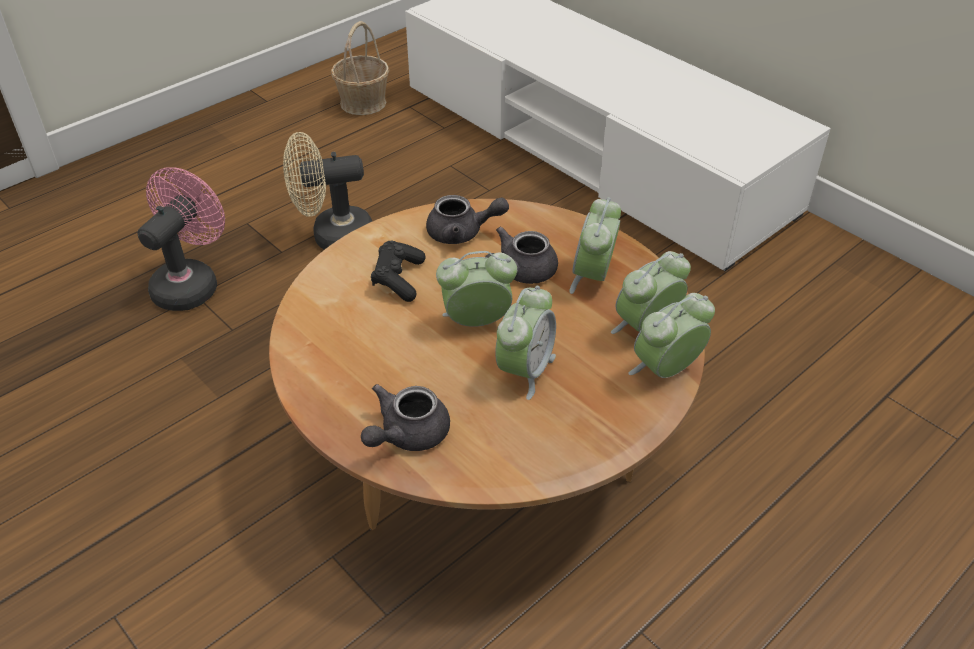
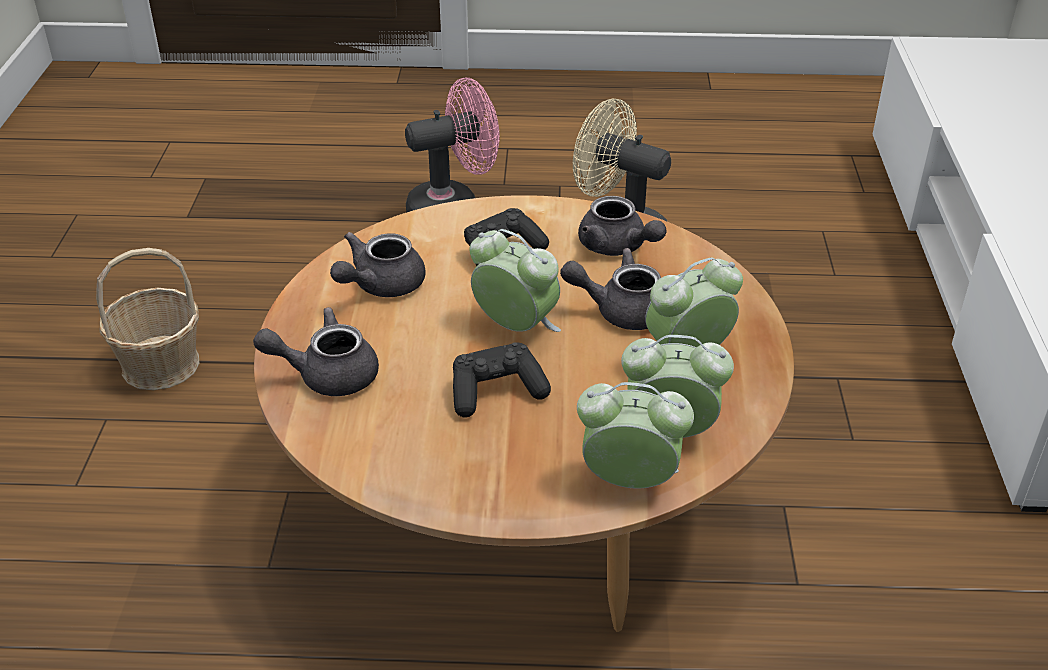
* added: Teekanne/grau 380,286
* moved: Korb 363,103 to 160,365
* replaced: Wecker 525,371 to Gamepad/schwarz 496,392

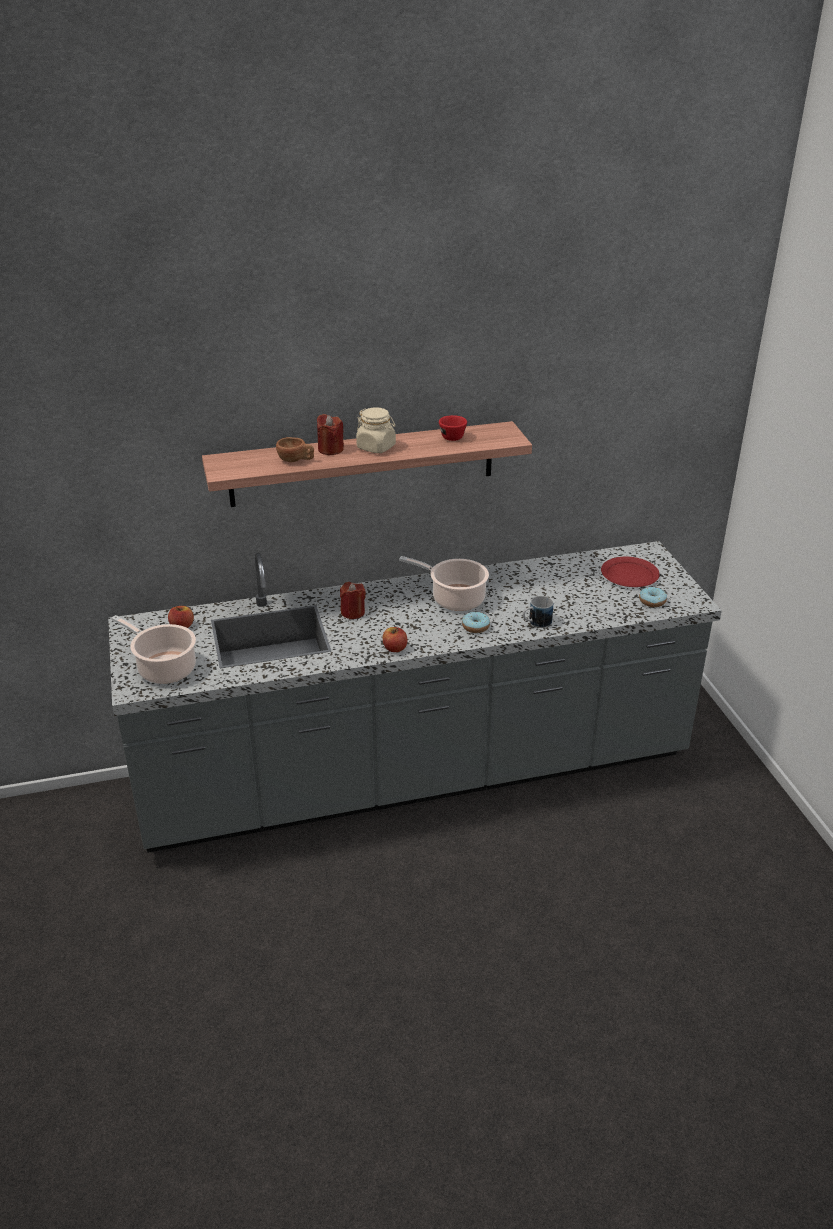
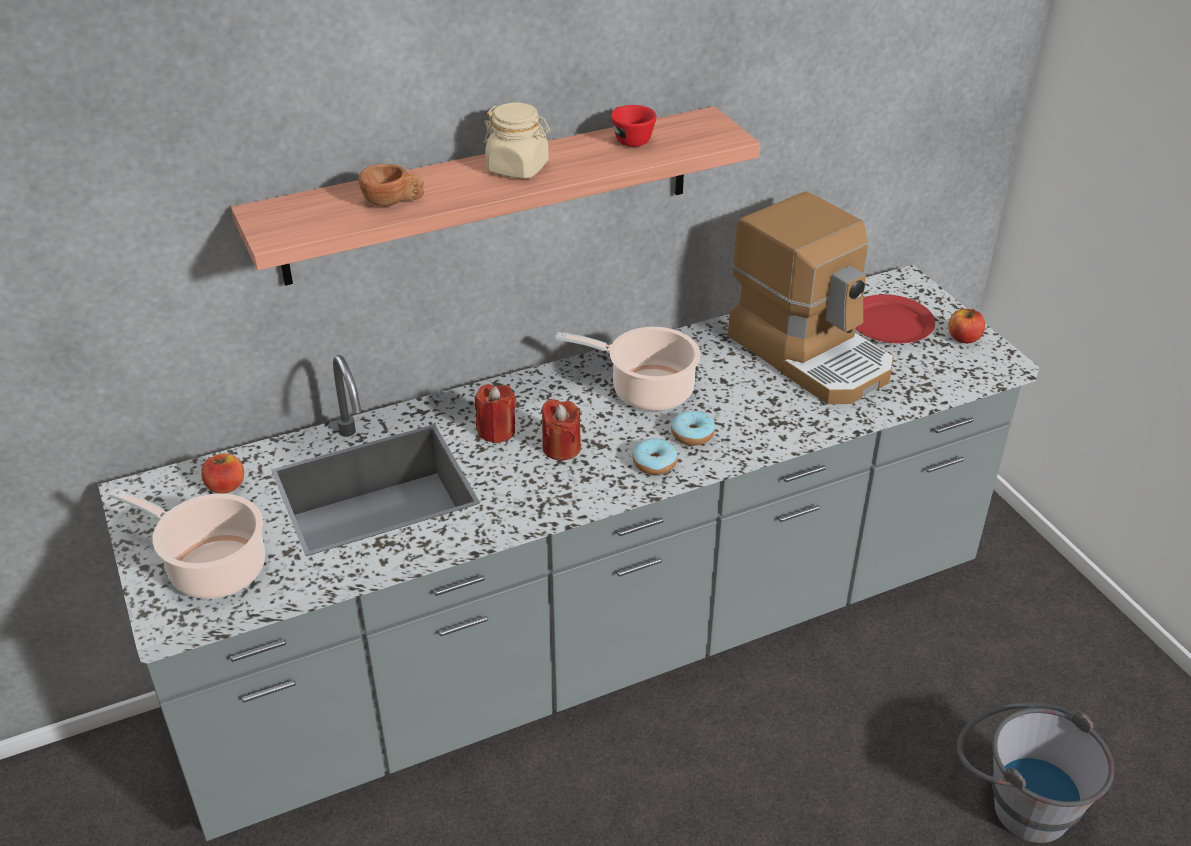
* removed: Henkelbecher 536,623
* added: Kaffeemaschine 811,354
* added: Eimer/grau 1016,800
* moved: Kerze/rot 330,449 to 561,448
* moved: Apfel 394,648 to 963,338
* moved: Donut 652,601 to 654,463

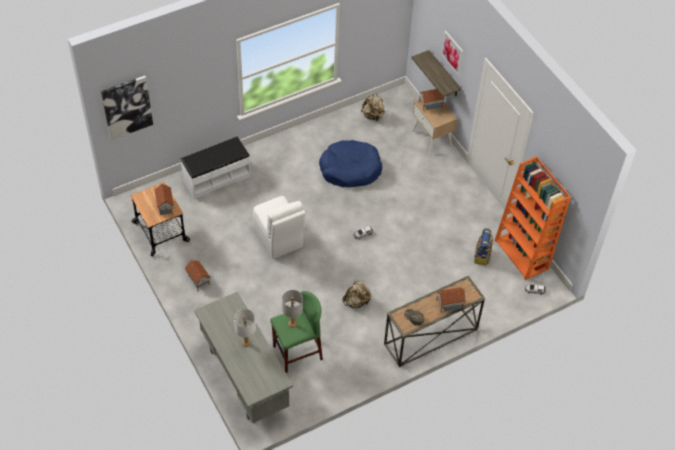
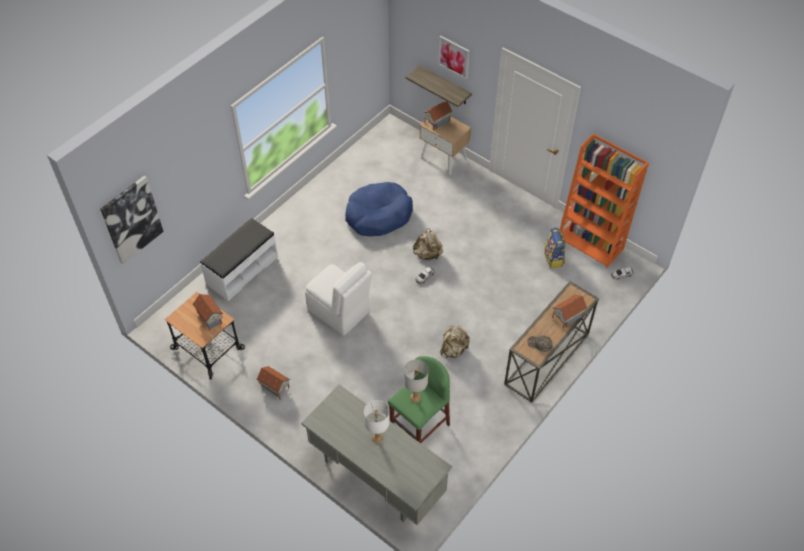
* moved: Rucksack/beige 373,116 to 428,254

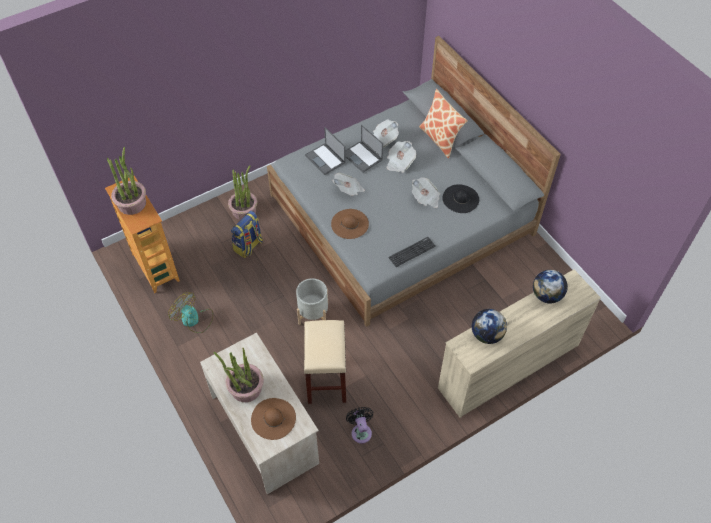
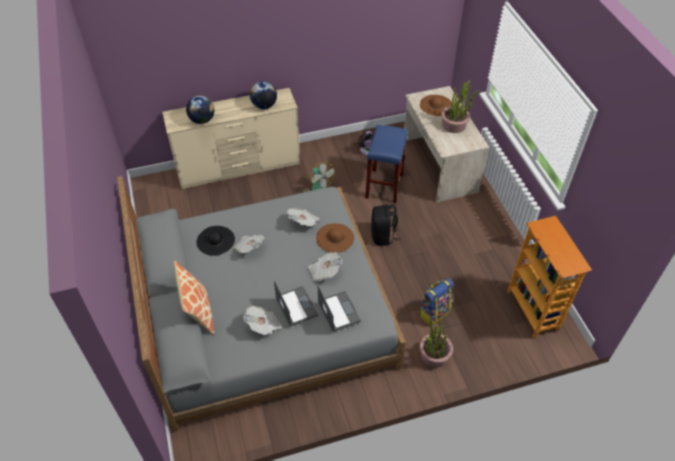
* removed: Topfpflanze 132,203
* removed: Tastatur 412,252
* moved: Ventilator 194,320 to 316,186
* moved: Zeitung 399,162 to 304,222
* replaced: Pflanzkübel/grau 313,313 to Rucksack/schwarz 383,236
* recoloured: Hocker/beige 327,381 to Hocker/blau 384,185

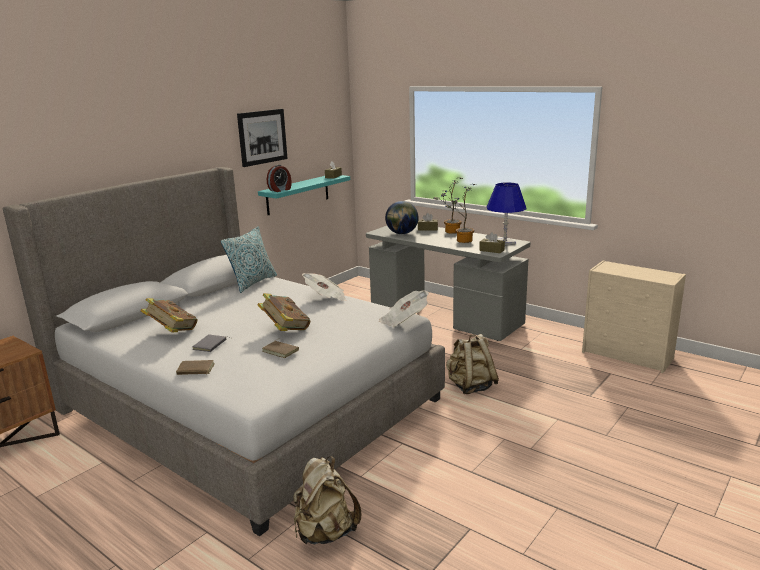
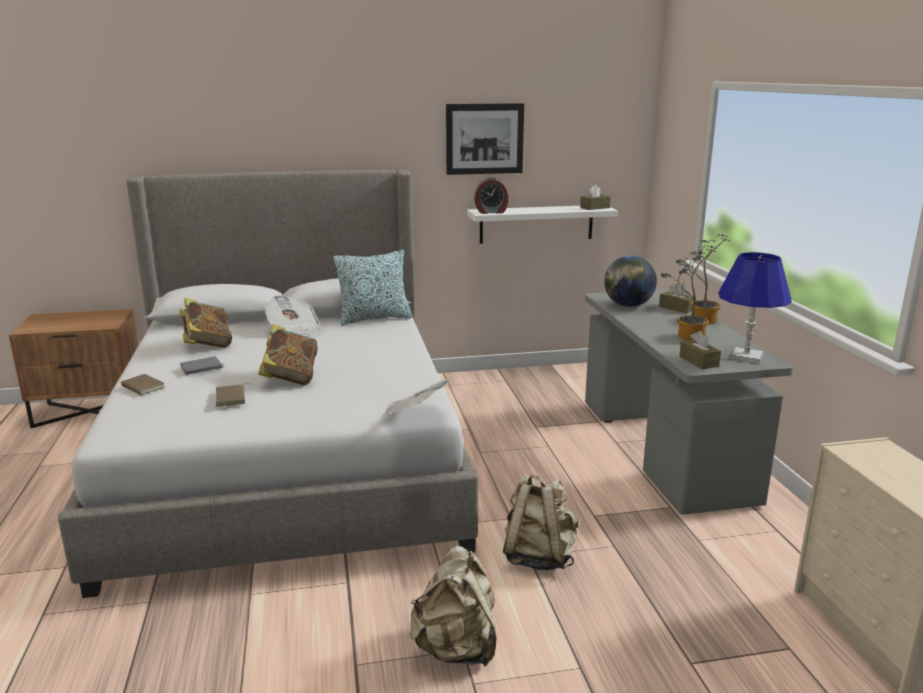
* moved: Rucksack/beige 325,532 to 456,649
* moved: Zeitung 326,298 to 293,331
* recoloured: Wandregal/türkis 298,194 to Wandregal/weiß 536,224

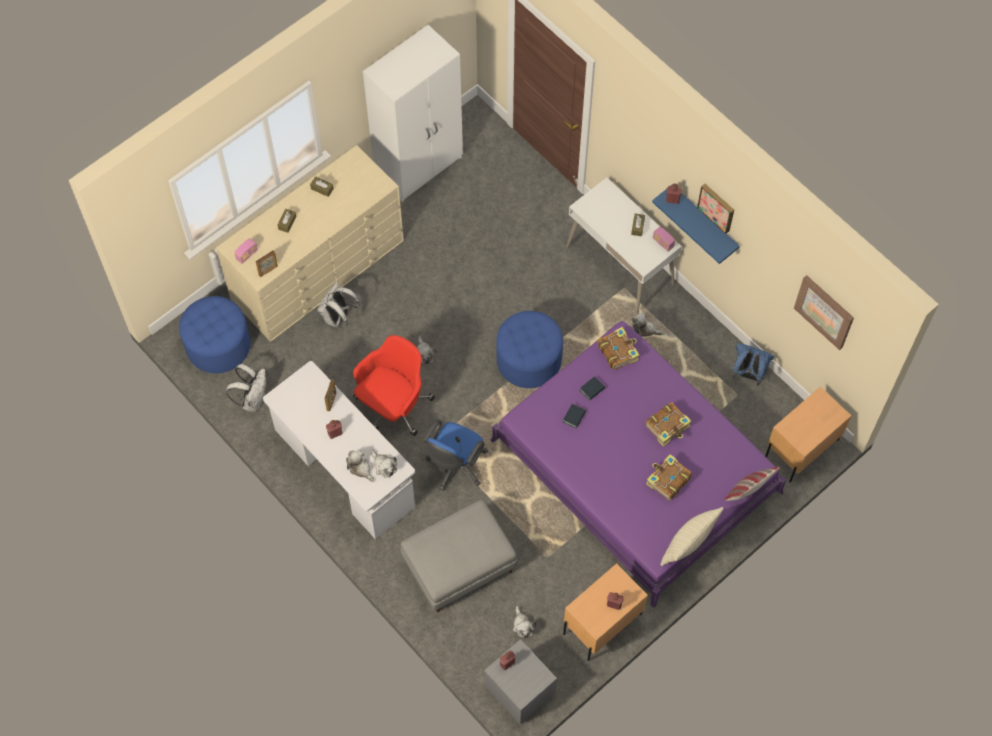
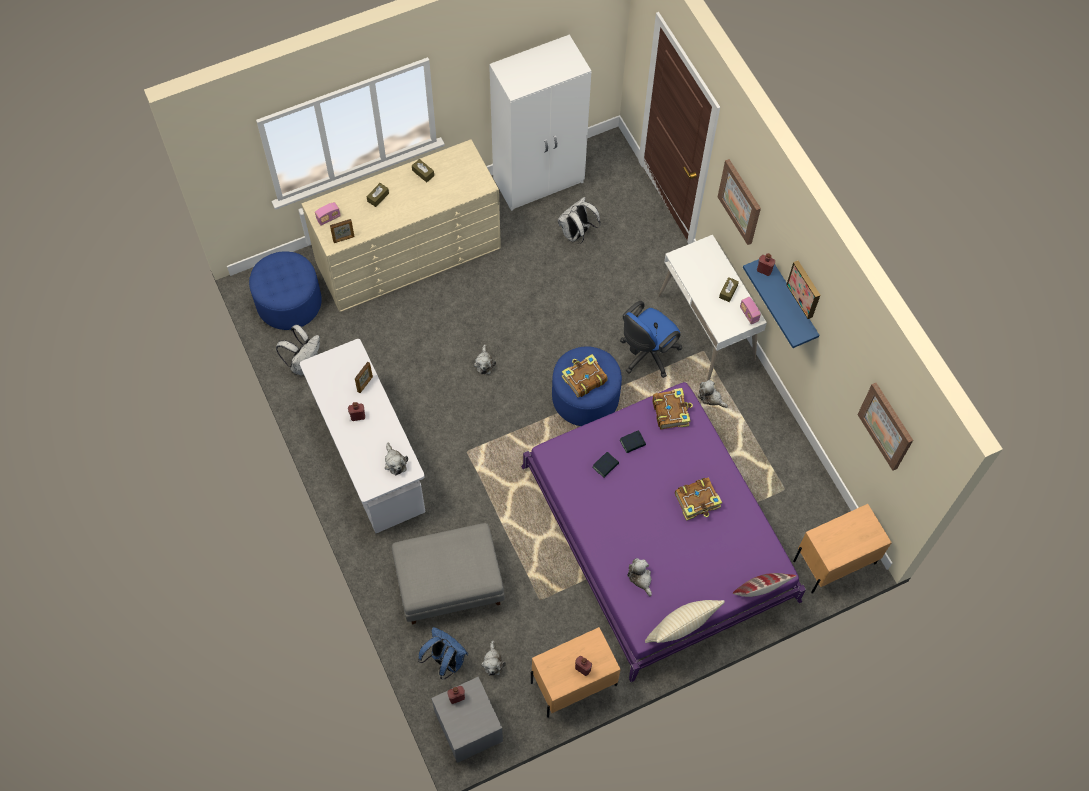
* removed: Bürostuhl/rot 393,406
* added: Bild 740,201
* moved: Rucksack/weiß 338,317 to 576,234
* moved: Plüschtier 360,468 to 640,578
* moved: Bürostuhl/blau 455,466 to 646,355
* moved: Buch 667,480 to 583,379
* moved: Rucksack/blau 748,374 to 445,660

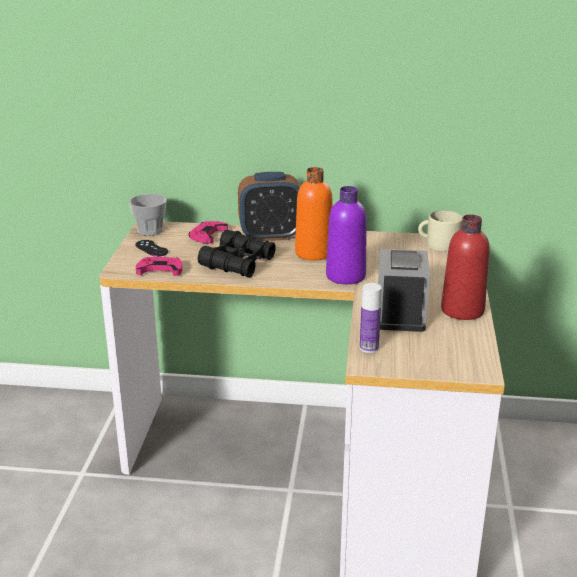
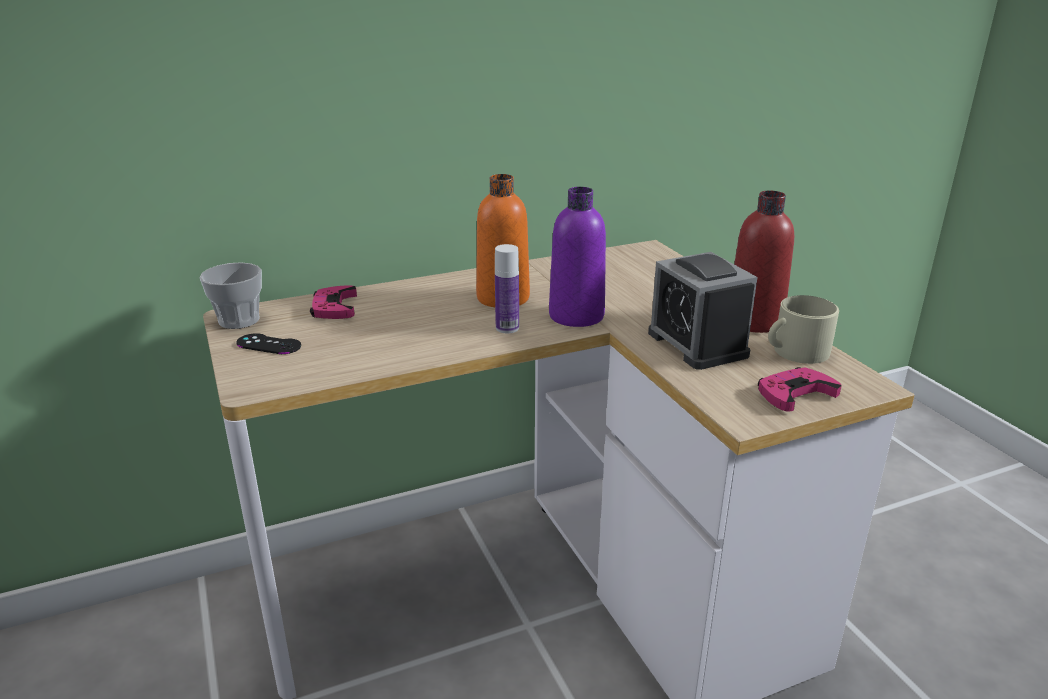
* removed: Fernglas/schwarz 238,263
* removed: Wecker 270,236
* moved: Gamepad/rosa 160,270 to 795,394
* moved: Flasche 369,348 to 507,328
* moved: Henkelbecher/beige 438,244 to 795,352

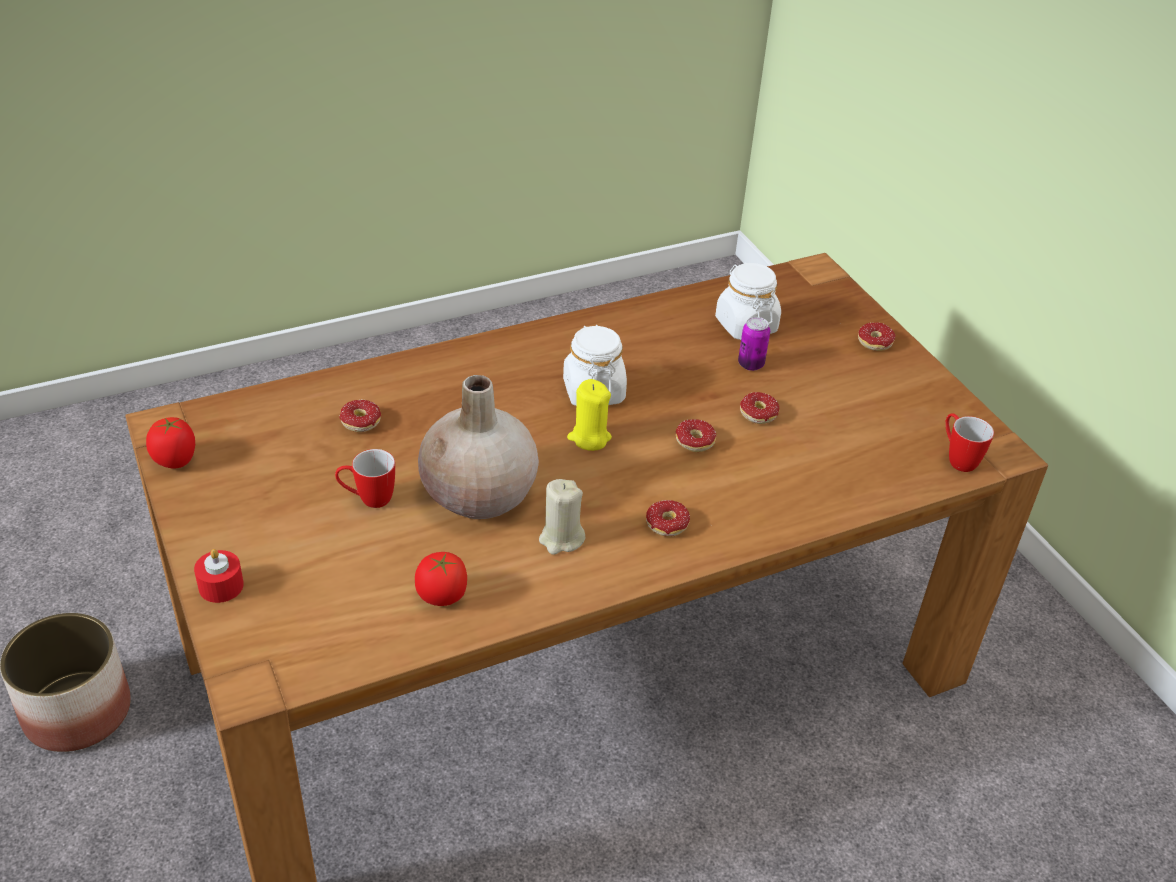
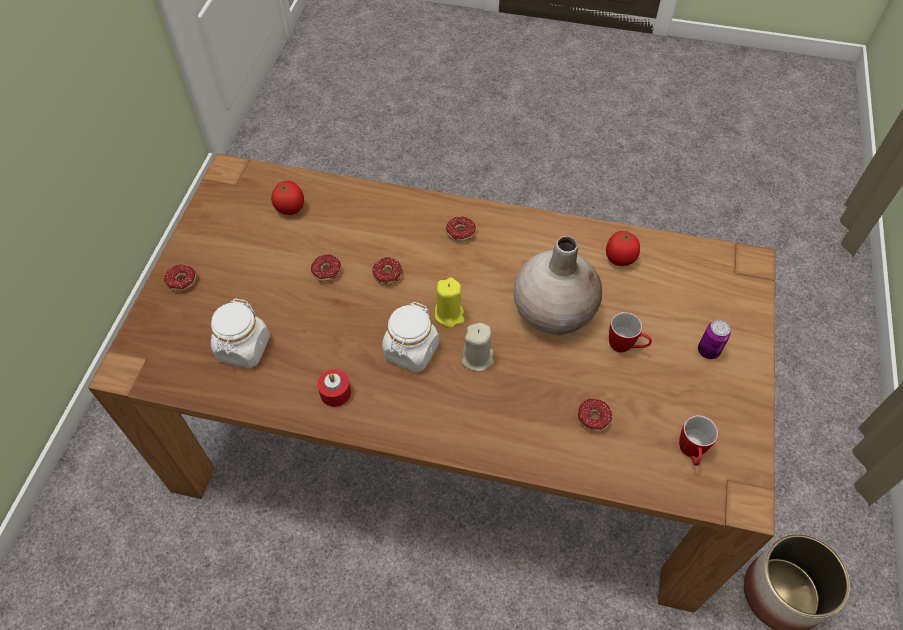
* moved: Tomate 175,460 to 290,208
* moved: Kerze/rot 221,586 to 335,392
* moved: Kerze/beige 561,539 to 477,358
* moved: Dose 751,364 to 708,351
* moved: Henkelbecher 957,458 to 690,453

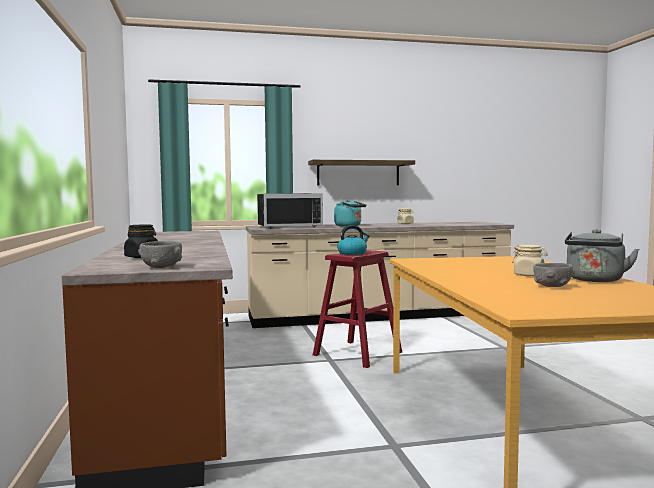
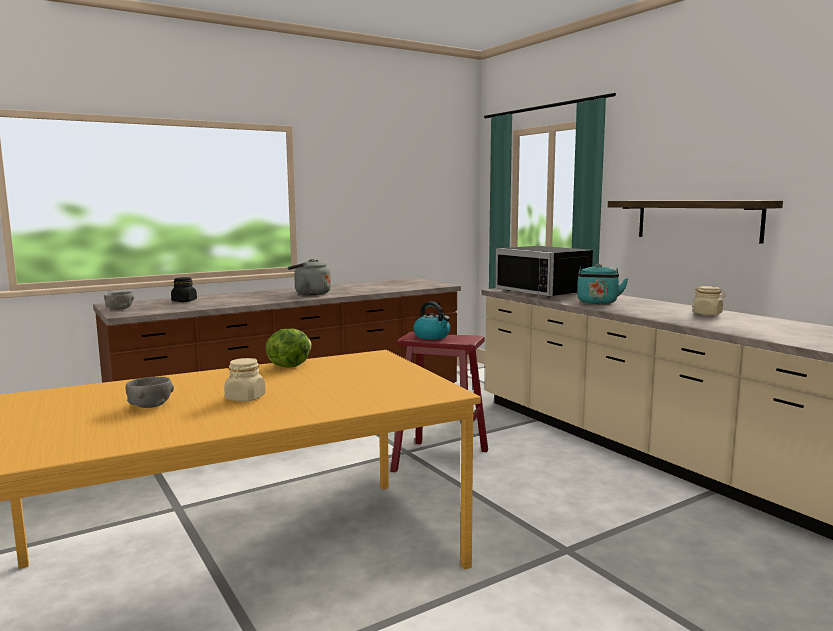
* added: Salatkopf 289,366
* moved: Wasserkessel/grau 595,280 to 310,293

